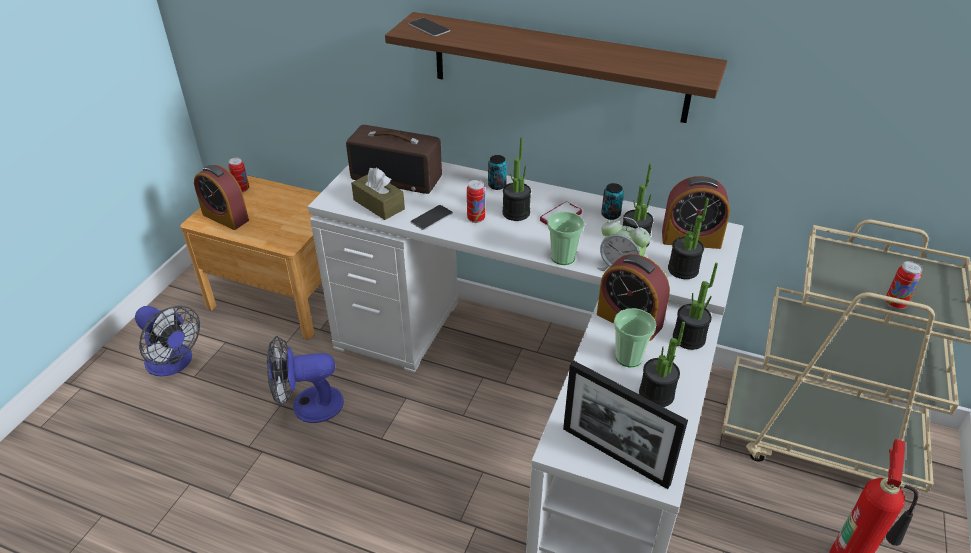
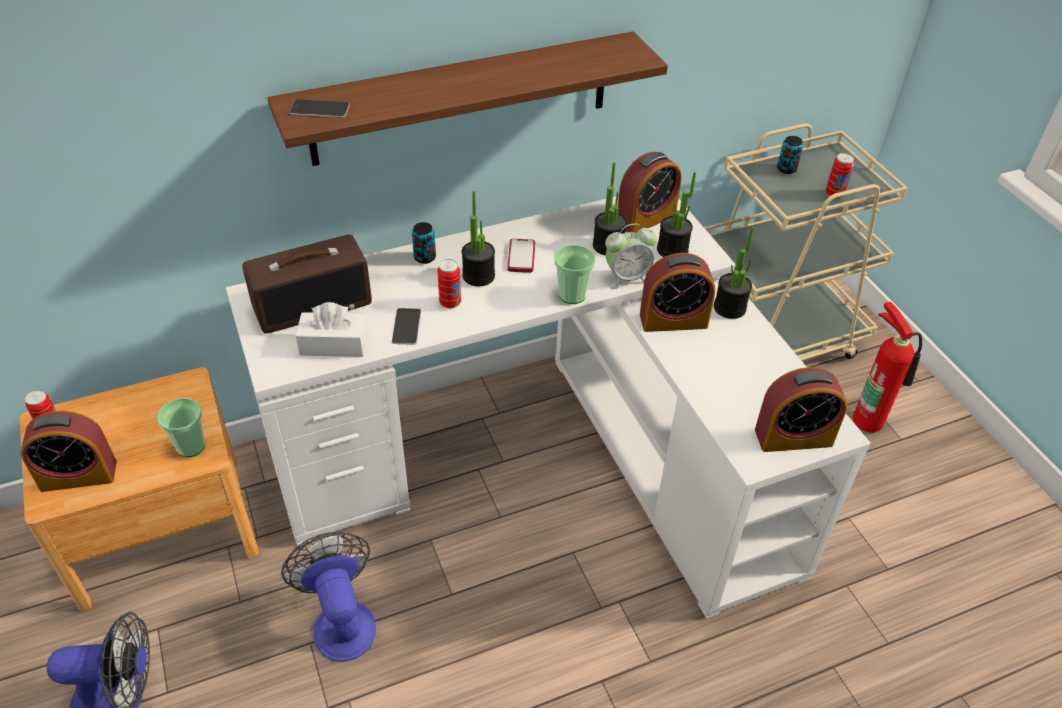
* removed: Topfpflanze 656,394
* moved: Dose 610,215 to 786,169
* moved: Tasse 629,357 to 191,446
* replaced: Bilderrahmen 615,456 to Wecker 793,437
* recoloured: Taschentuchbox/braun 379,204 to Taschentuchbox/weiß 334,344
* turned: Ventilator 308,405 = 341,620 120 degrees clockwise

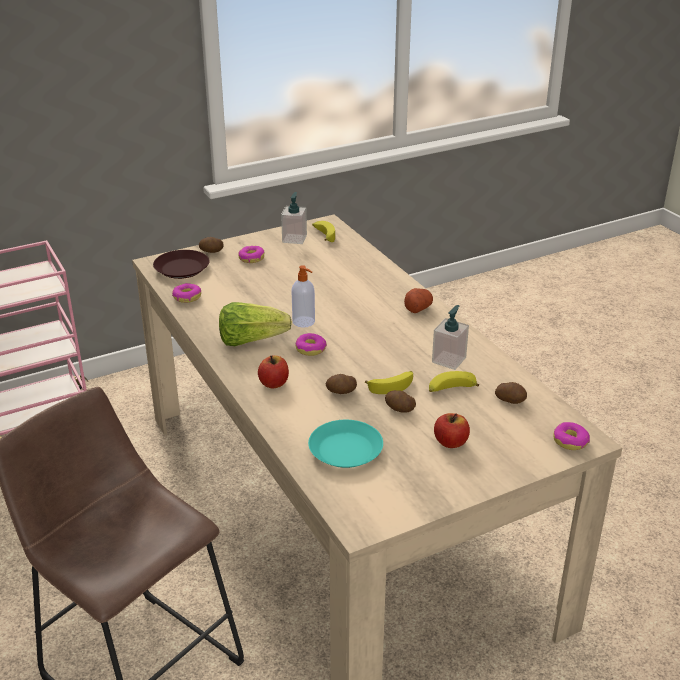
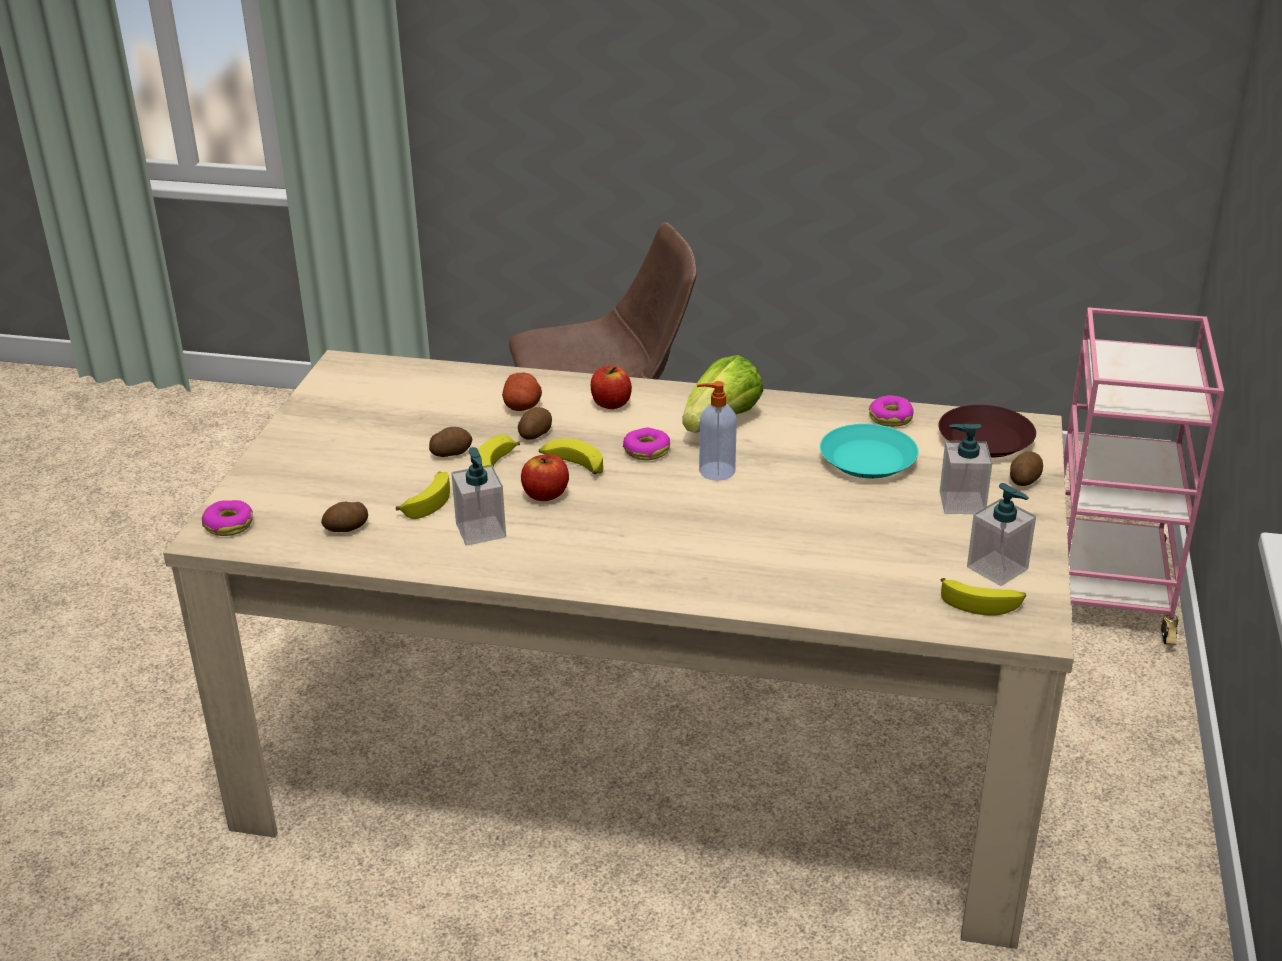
* added: Banane 572,465
* moved: Teller/türkis 345,449 to 868,460
* moved: Kartoffel 417,308 to 522,406
* moved: Apfel 450,442 to 545,494
* replaced: Donut 251,258 to Seifenspender 961,503

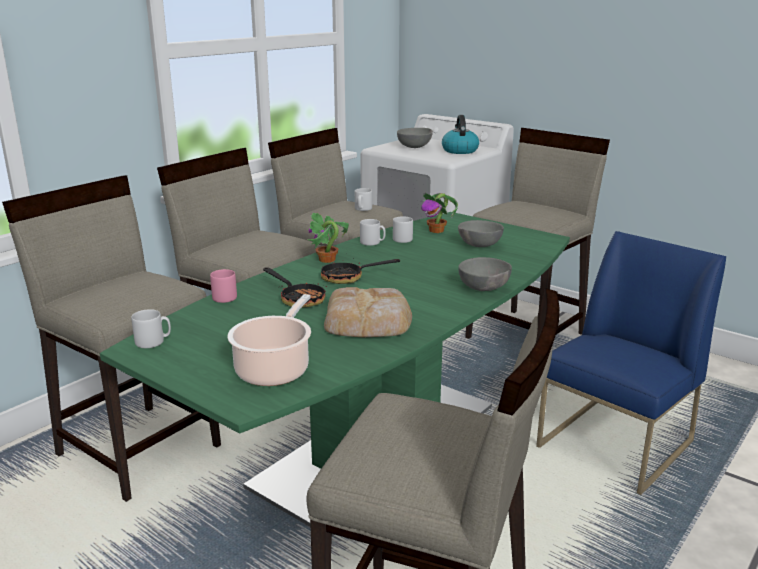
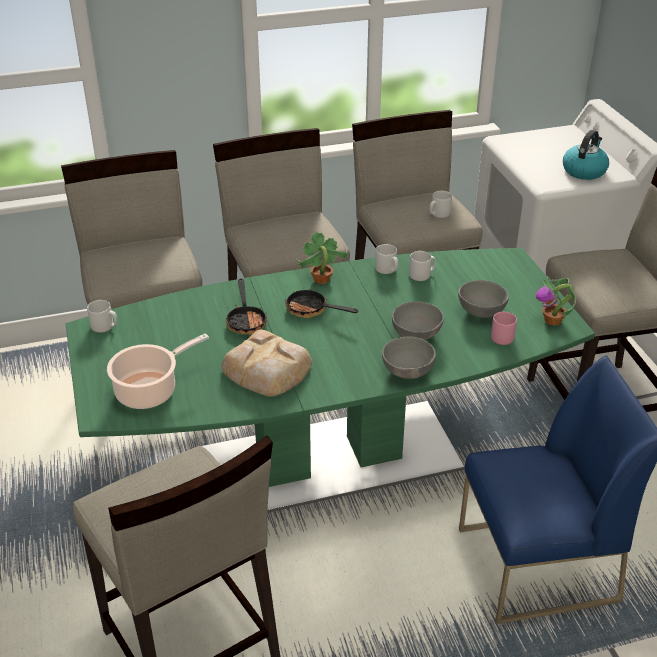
* moved: Henkelbecher/rosa 225,297 to 503,336
* moved: Schüssel/grau 415,147 to 417,335
* moved: Topfpflanze 437,231 to 553,321

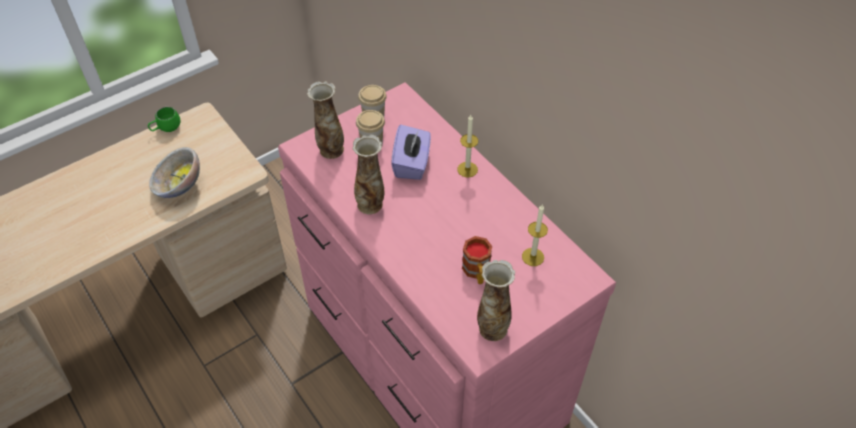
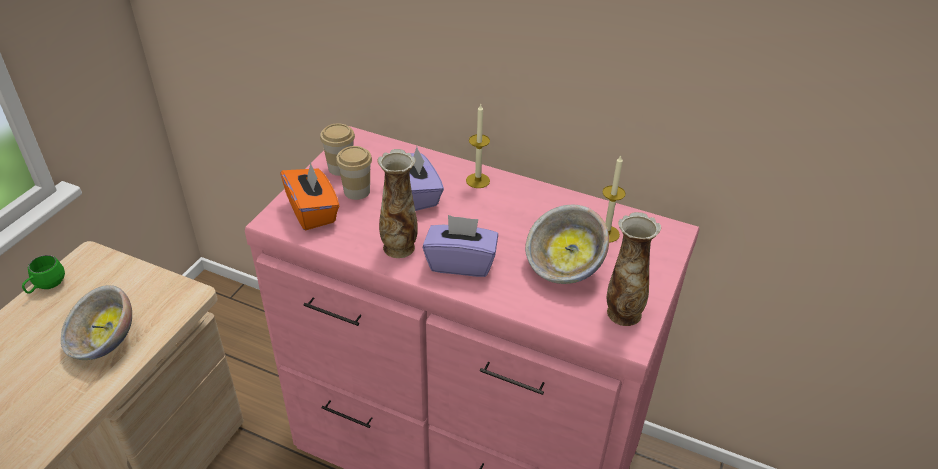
* added: Taschentuchbox/lila 461,263
* replaced: Vase 330,150 to Taschentuchbox/orange 313,211
* replaced: Henkelbecher 477,272 to Schüssel 564,268

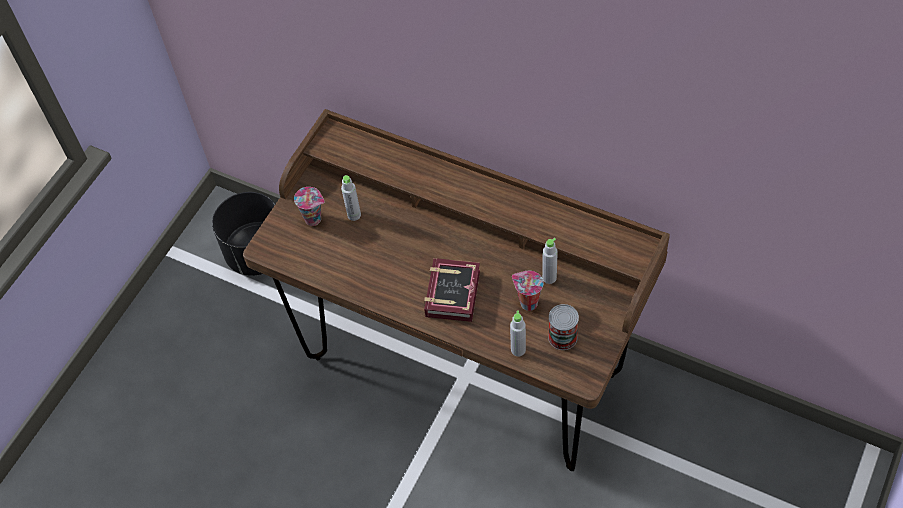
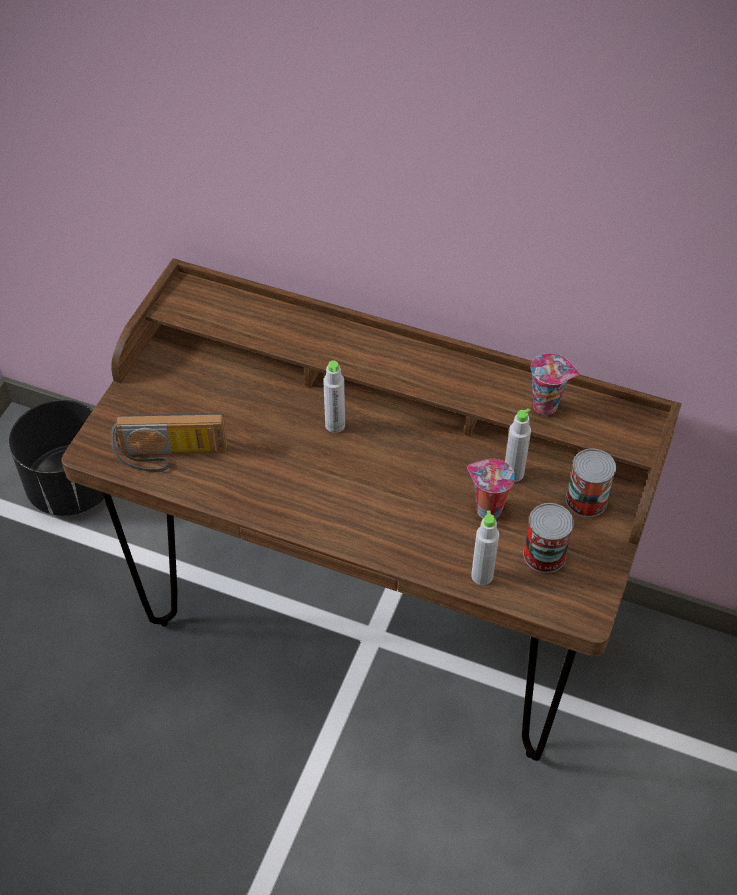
* removed: Buch 455,291
* added: Radio 170,456
* added: Dose 586,500
* moved: Tasse 314,219 to 547,405
* moved: Flasche/grau 354,215 to 335,425

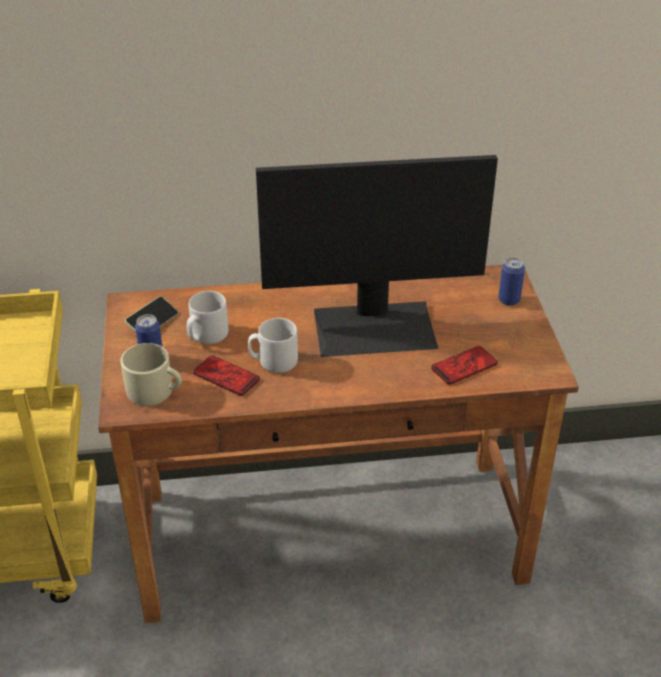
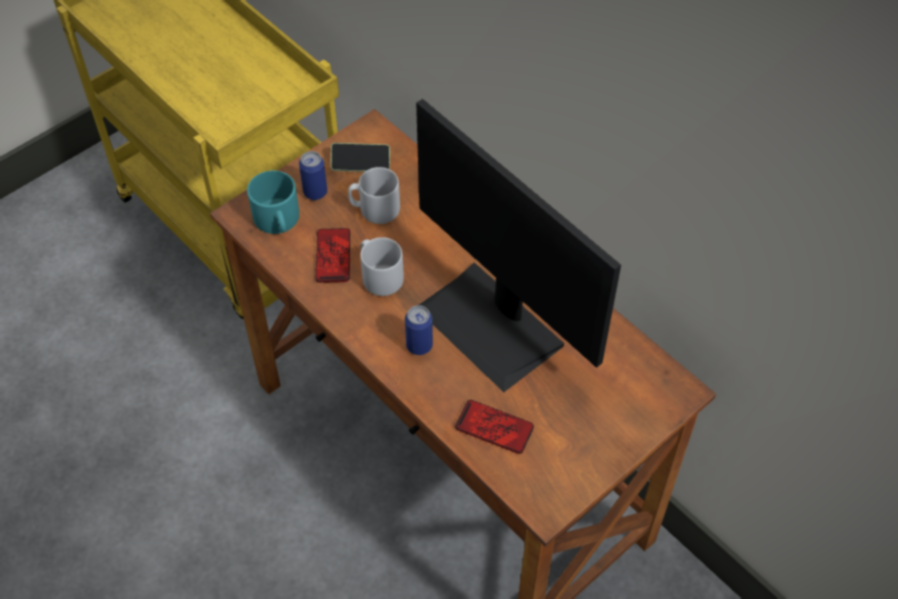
* moved: Dose 509,300 to 419,345
* recoloured: Henkelbecher/beige 155,391 to Henkelbecher/türkis 278,220

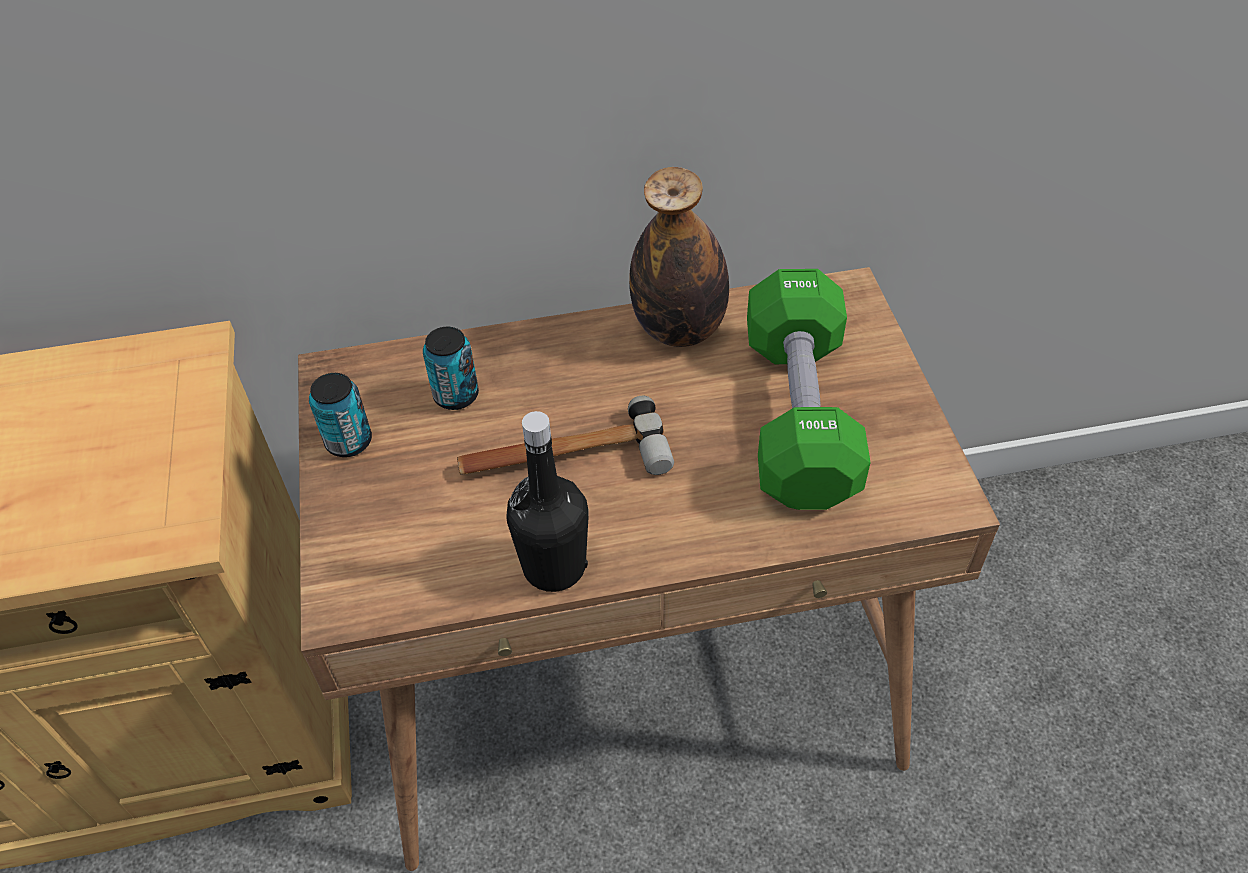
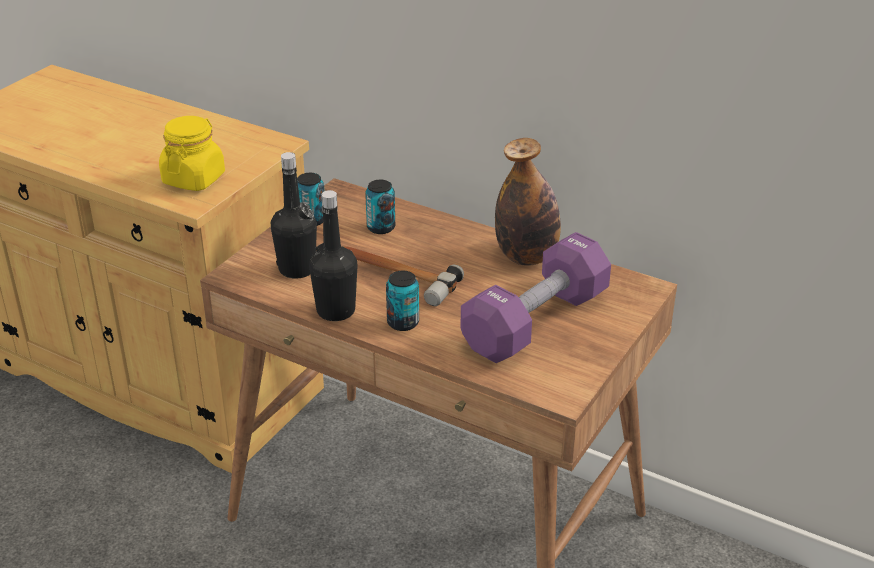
* added: Vorratsglas/gelb 194,179
* added: Flasche/schwarz 297,269
* added: Dose 403,323
* recoloured: Hantel/grün 798,416 to Hantel/lila 535,322

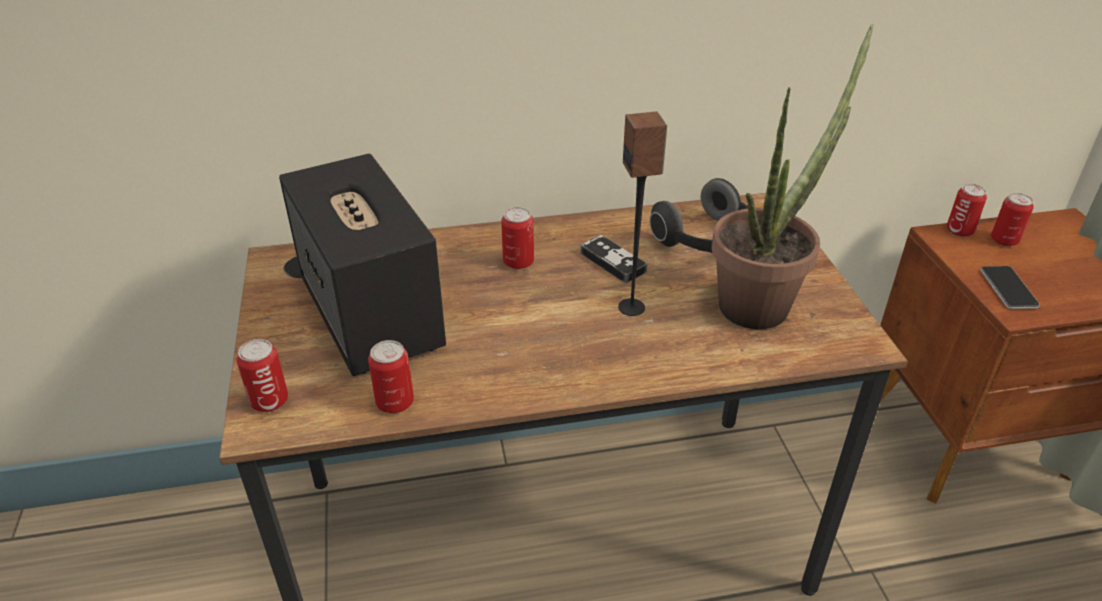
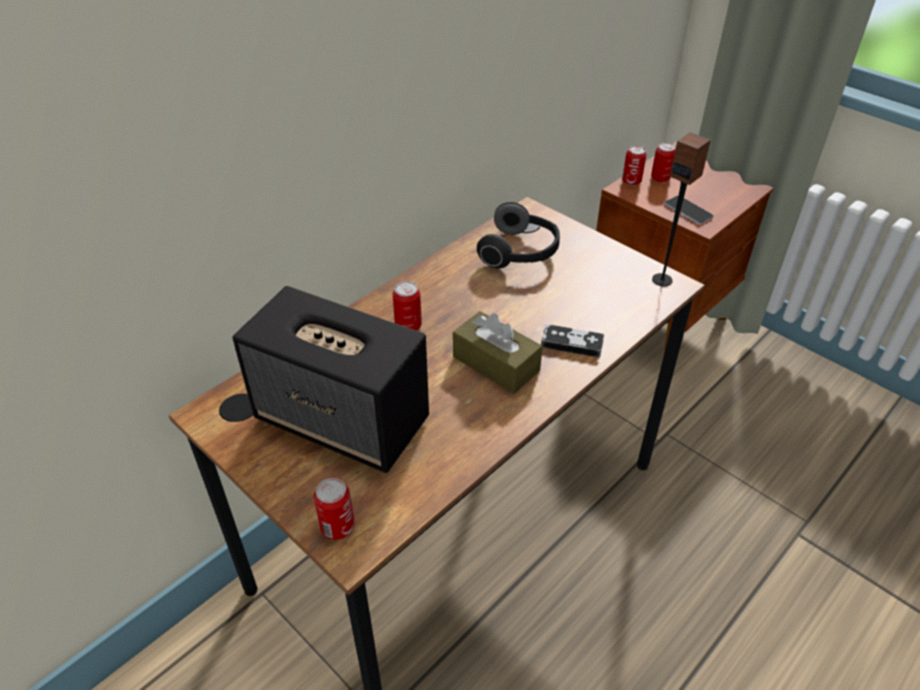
* removed: Dose 395,403
* removed: Topfpflanze 762,300
* added: Taschentuchbox/braun 496,364
* moved: Gamepad 612,262 to 572,343
* moved: Lautsprecher 632,307 to 662,280

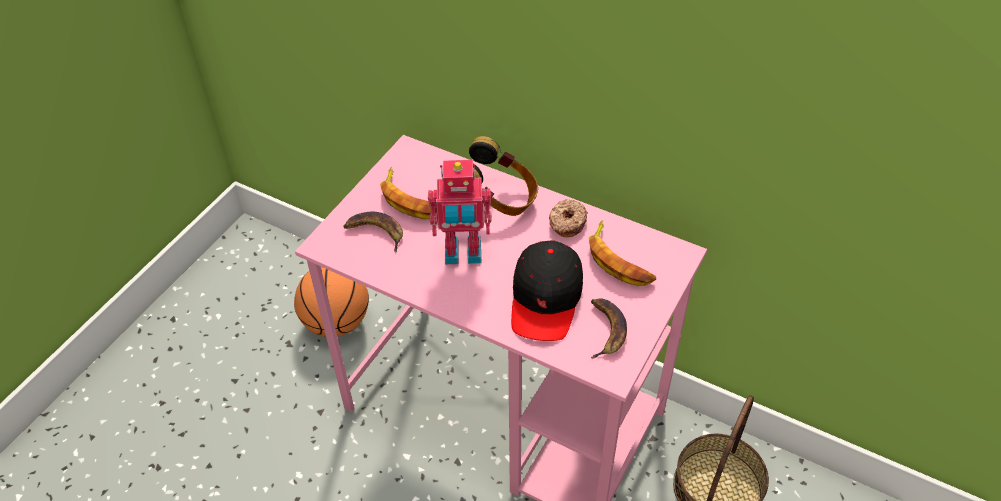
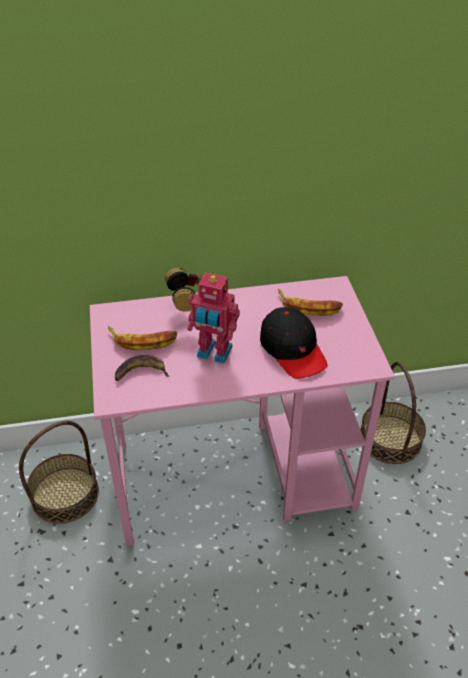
* removed: Donut 567,223
* removed: Banane 605,329
* replaced: Basketball 336,322 to Korb 65,494
* turned: Spielzeugroboter 463,254 = 214,353 60 degrees clockwise

